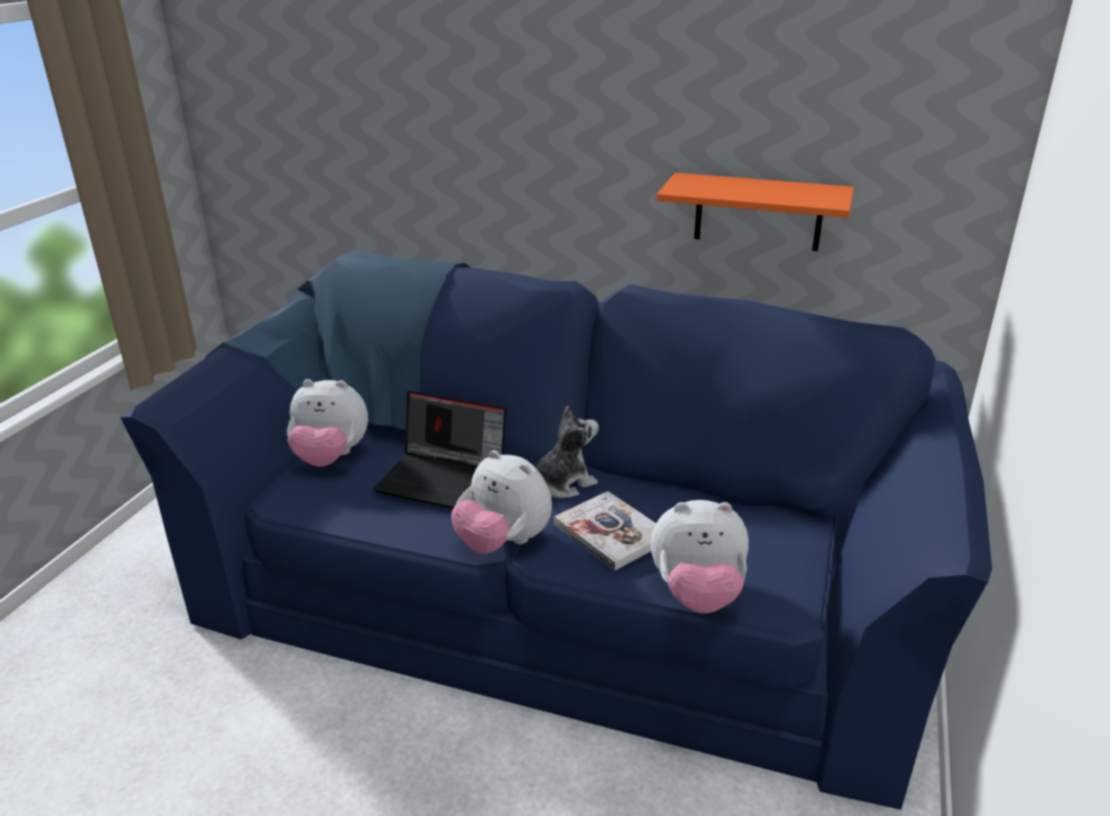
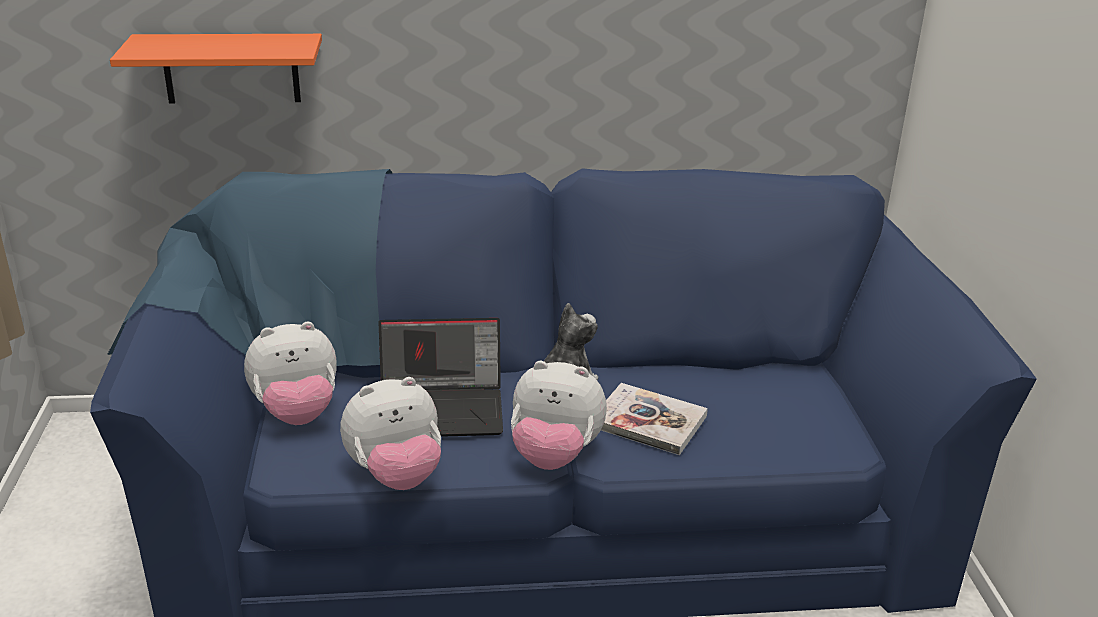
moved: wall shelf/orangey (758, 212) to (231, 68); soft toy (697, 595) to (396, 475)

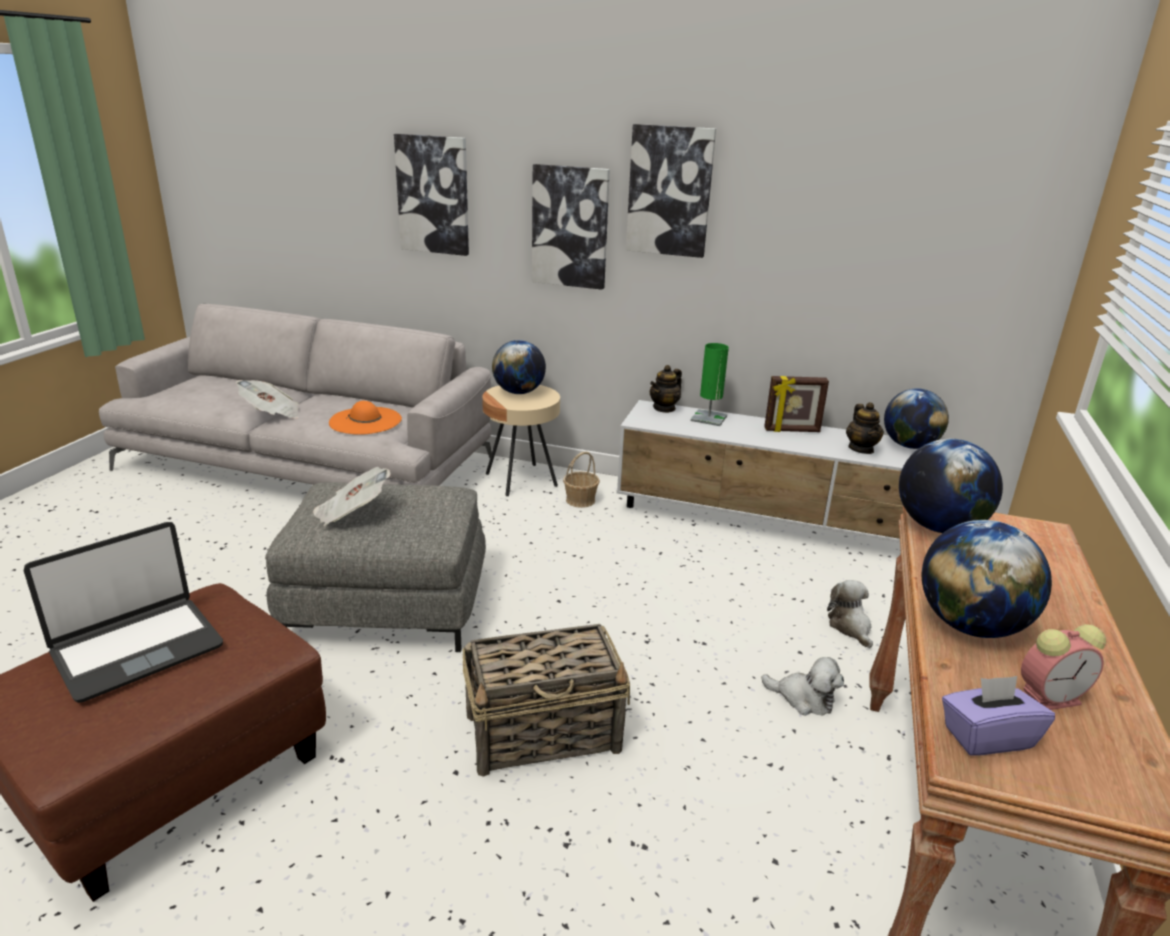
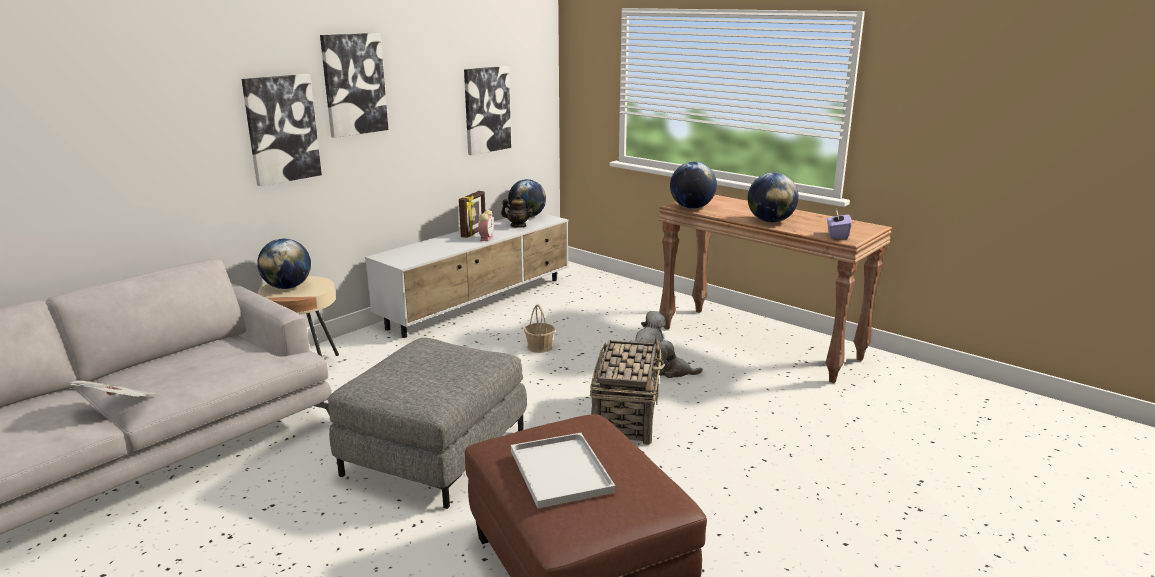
removed: lamp for a table/green (709, 418); teapot (664, 408); clothing hat/orangey (365, 421); daily paper (352, 514)
moved: picture (433, 195) to (486, 110); household basket (580, 500) to (539, 347); soft toy (850, 627) to (673, 372); table clock (1050, 698) to (486, 238)
replaced: notebook computer (137, 648) to tray/white (559, 470)

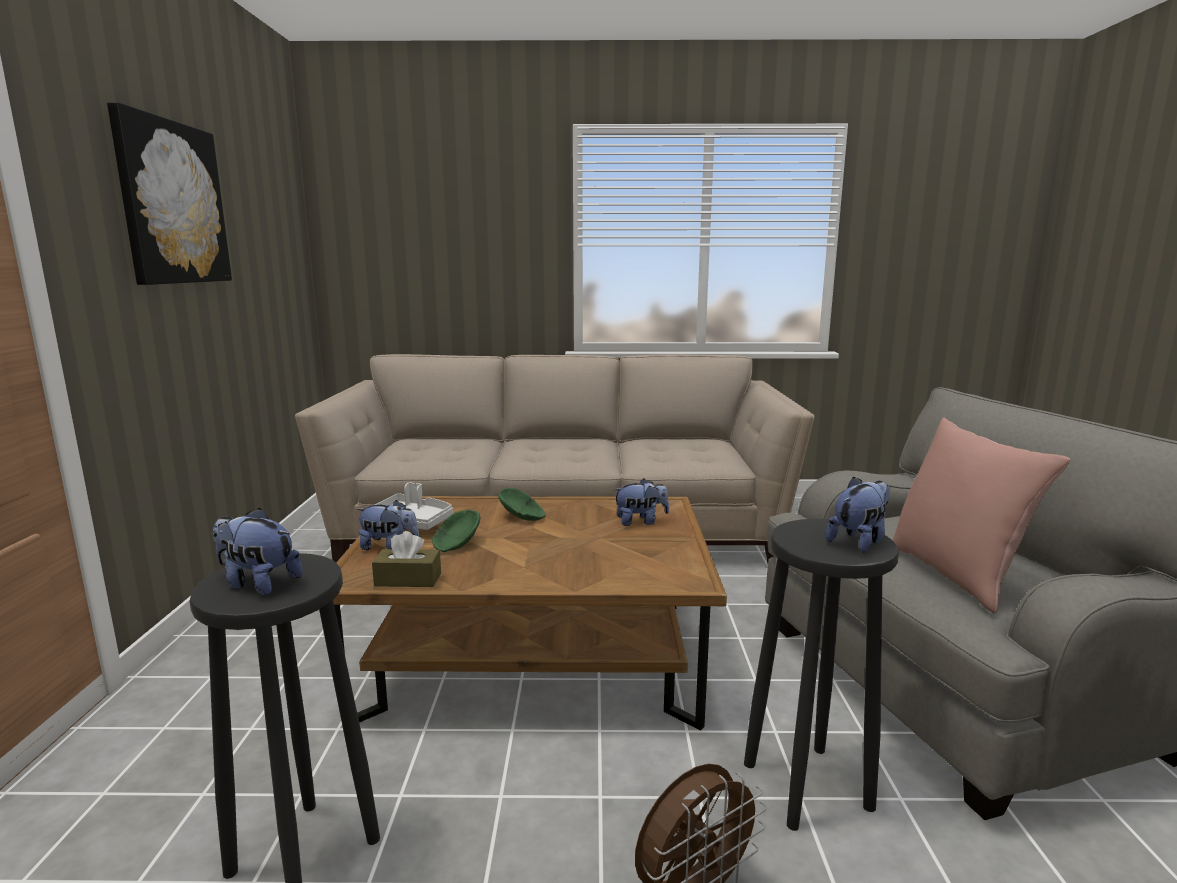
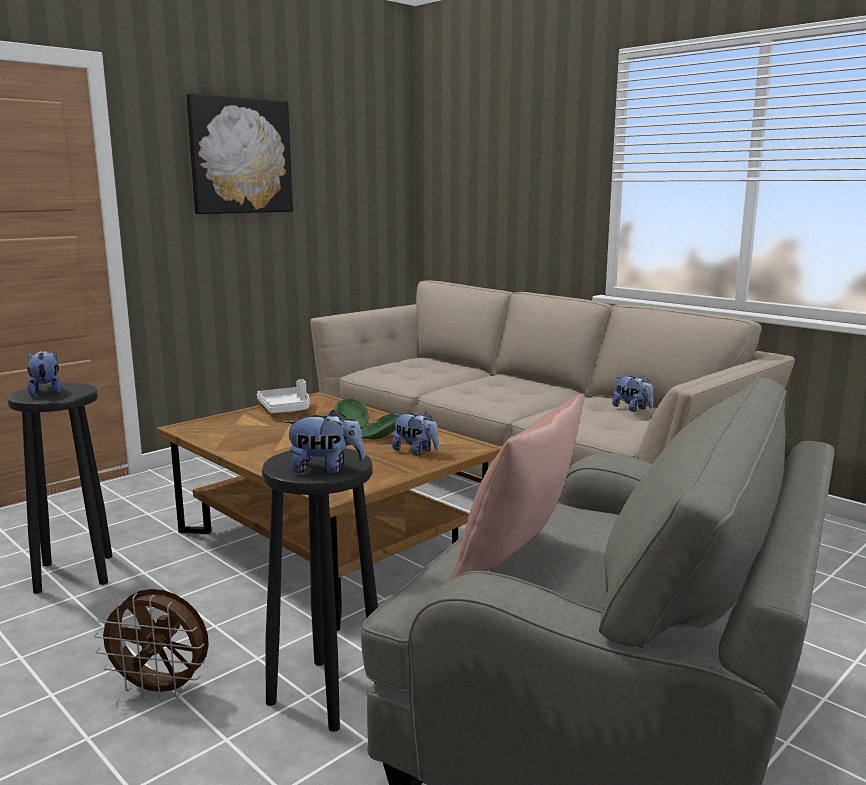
removed: tissue holder/brown-coloured (408, 579)
moved: soft toy (389, 547) to (632, 409); bowl/green (455, 544) to (380, 437)

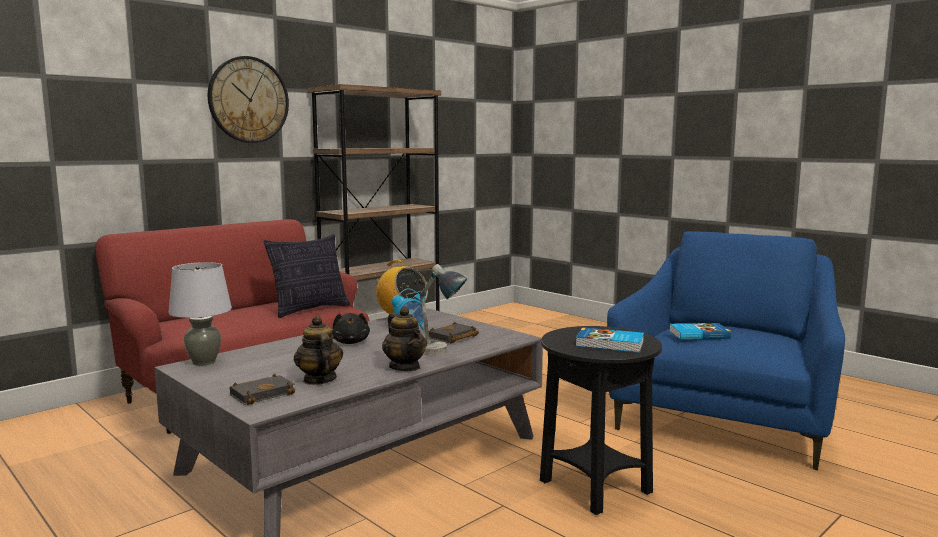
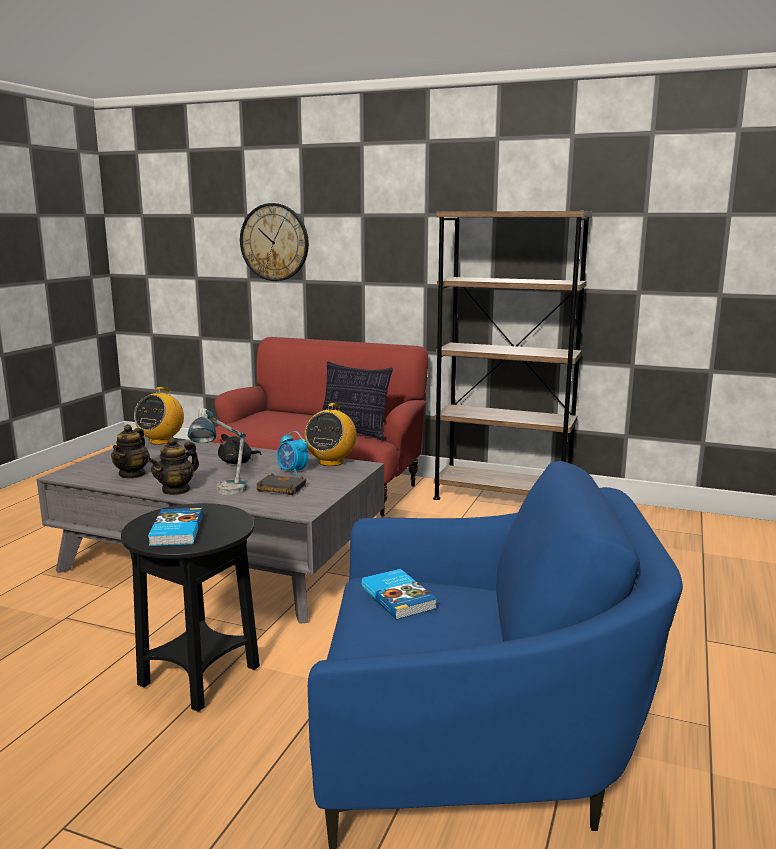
removed: book/black-coloured (263, 394)
moved: wall clock (248, 100) to (274, 242)
replaced: lamp for a table/gray (203, 362) to radio receiver (161, 441)
turned: teapot (319, 380) = (132, 474) 150 degrees clockwise

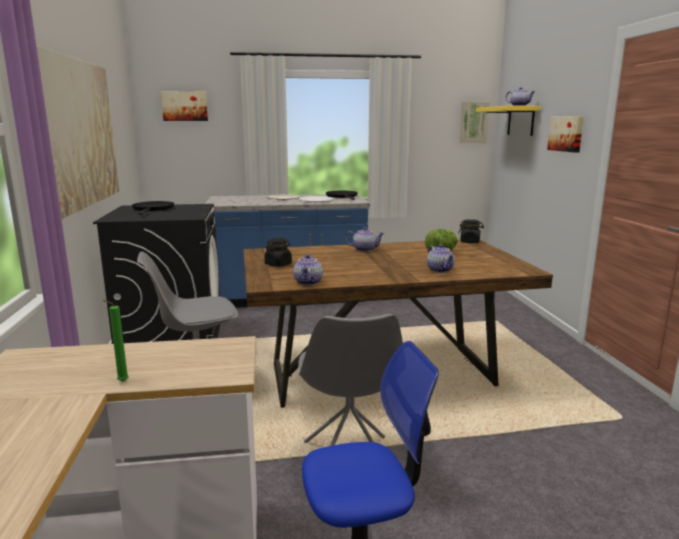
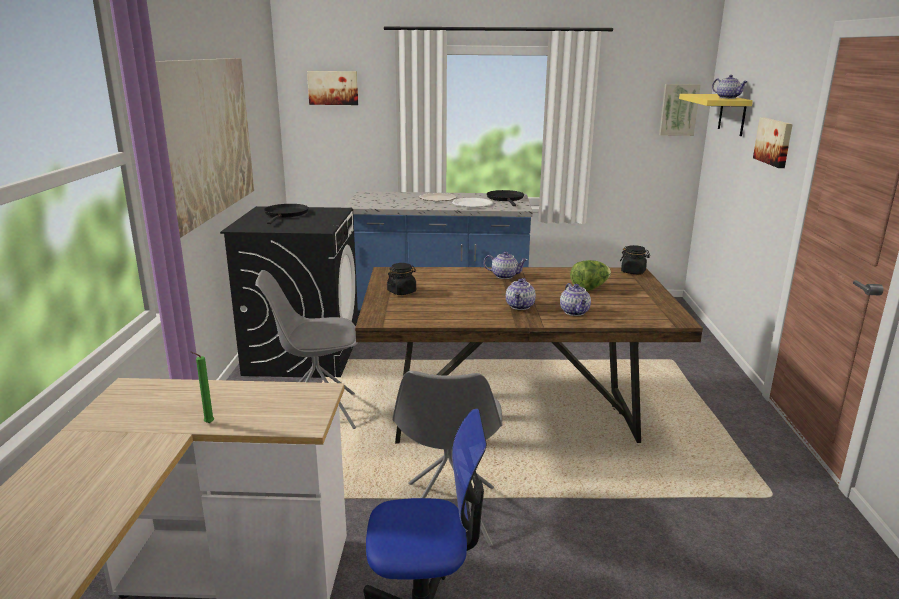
moved: teapot (309, 282) to (520, 306)

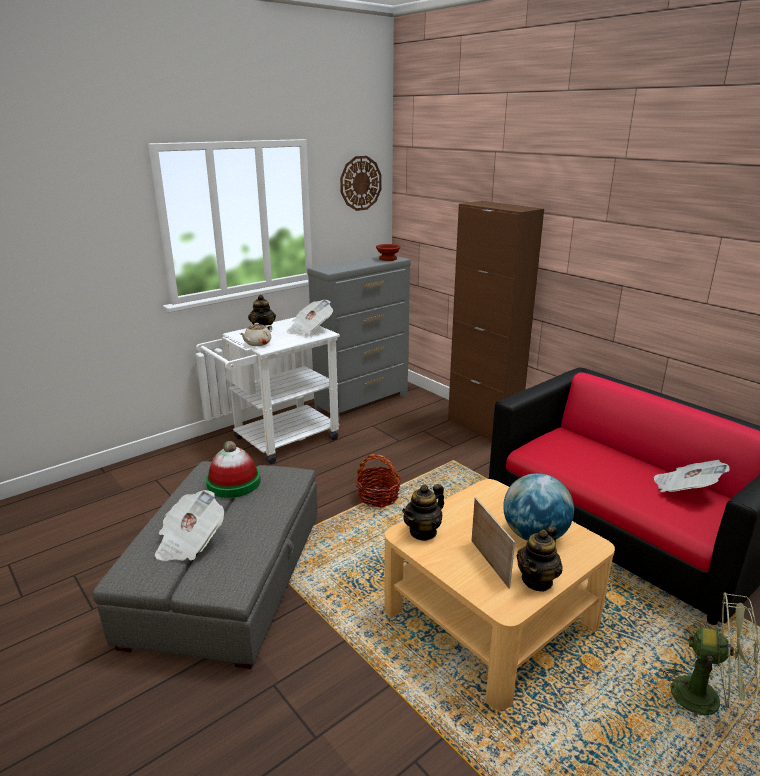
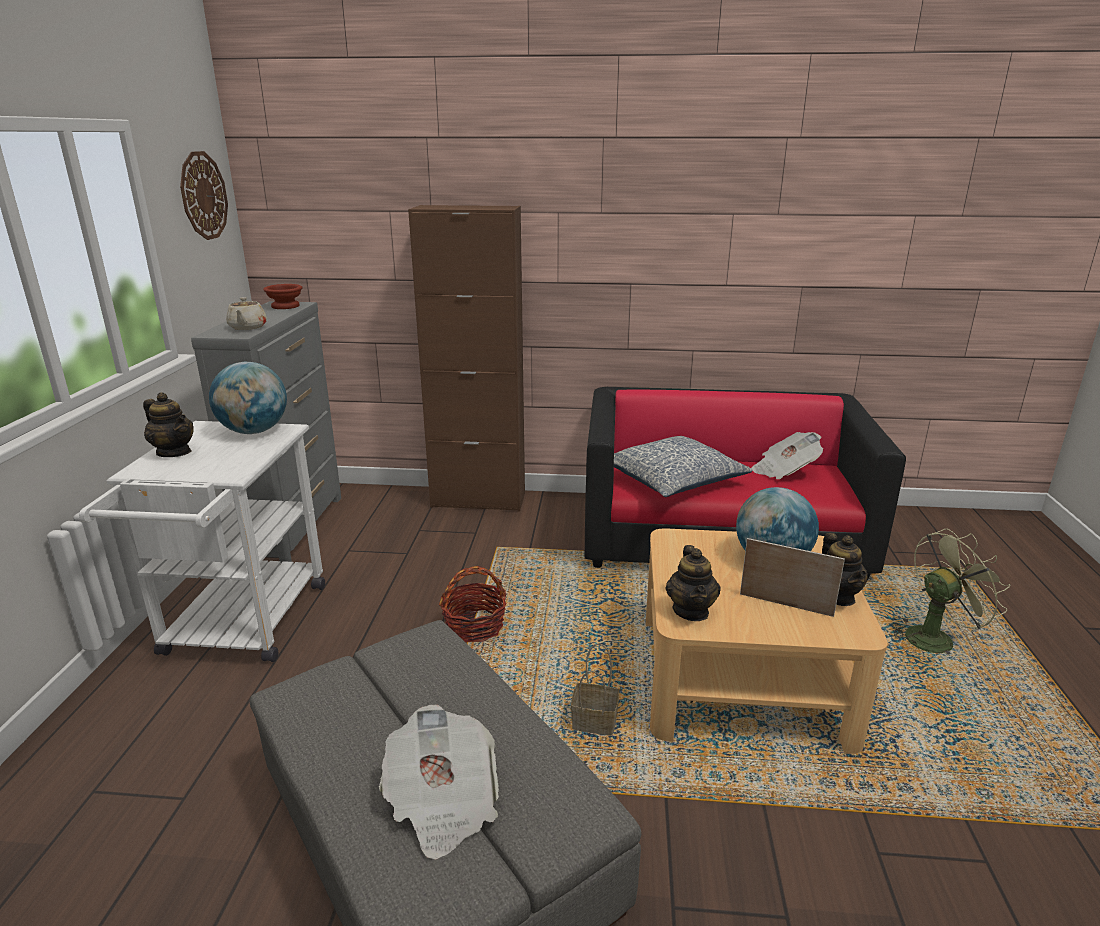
removed: clothing hat (234, 482)
added: pillow (674, 481); household basket (592, 723)
moved: teapot/sand-coloured (257, 343) to (247, 327)
replaced: daily paper (309, 330) to globe (254, 431)

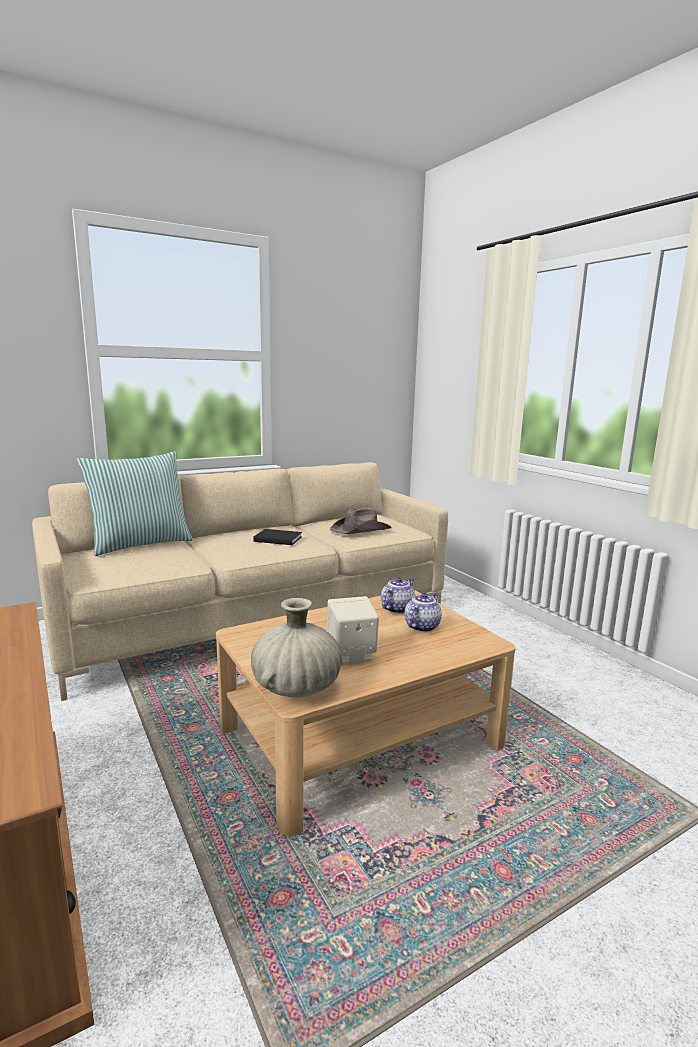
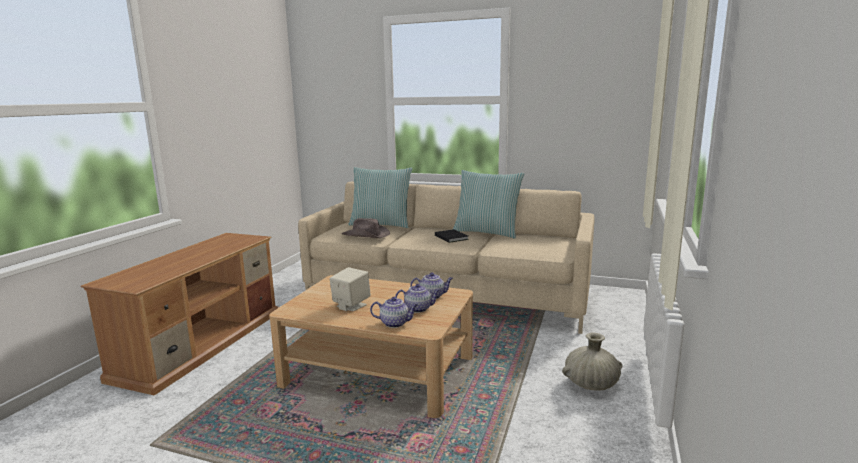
added: pillow (487, 232); teapot (395, 323)
moved: clothing hat/brown-coloured (361, 530) to (366, 235); decorative vase/sand-coloured (296, 688) to (590, 384)

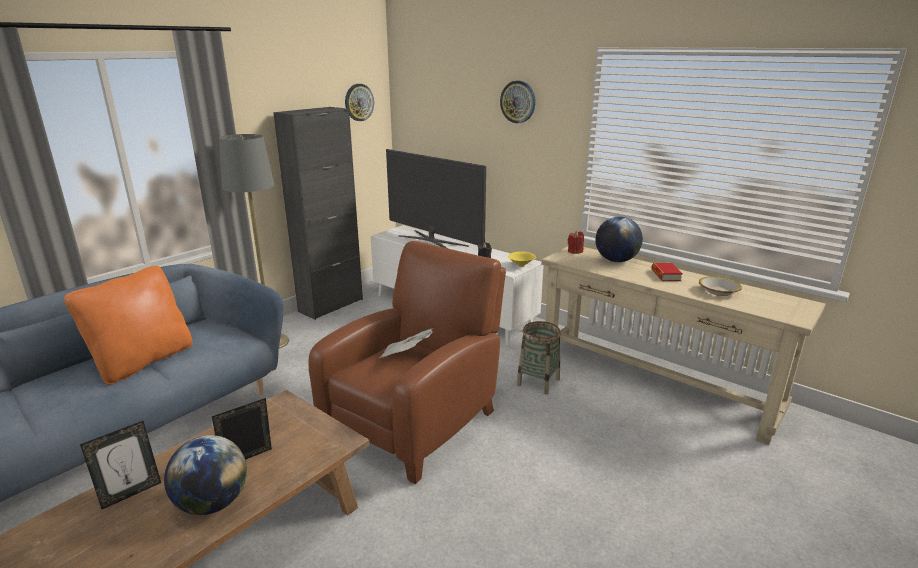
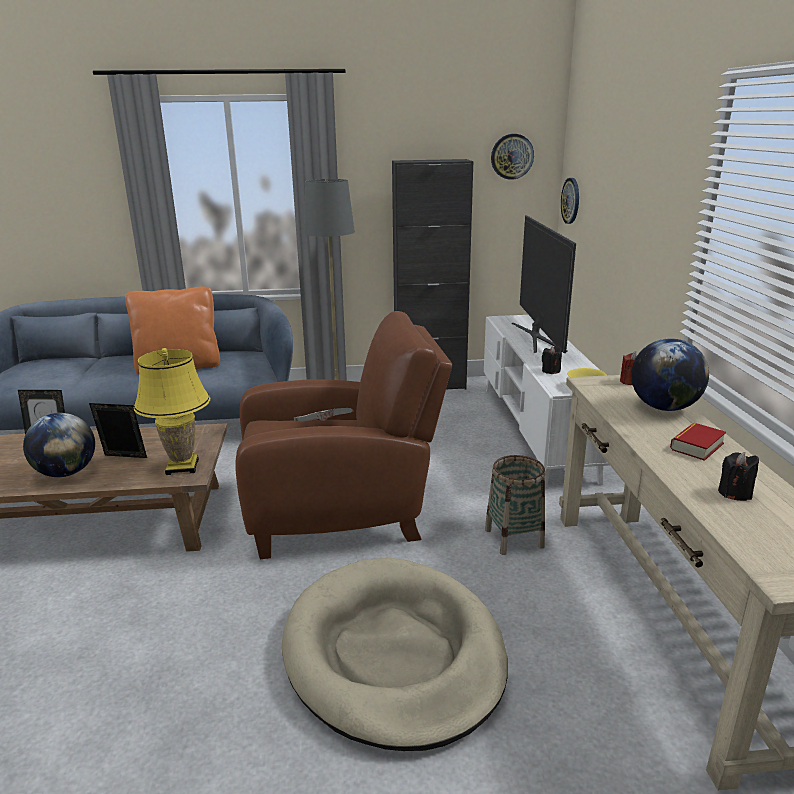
added: lamp for a table/yellow (182, 467); dog cushion/sand-coloured (394, 654)
moved: wall clock (518, 102) to (571, 200)
replaced: bowl (718, 291) to wax candle/black-coloured (734, 493)

